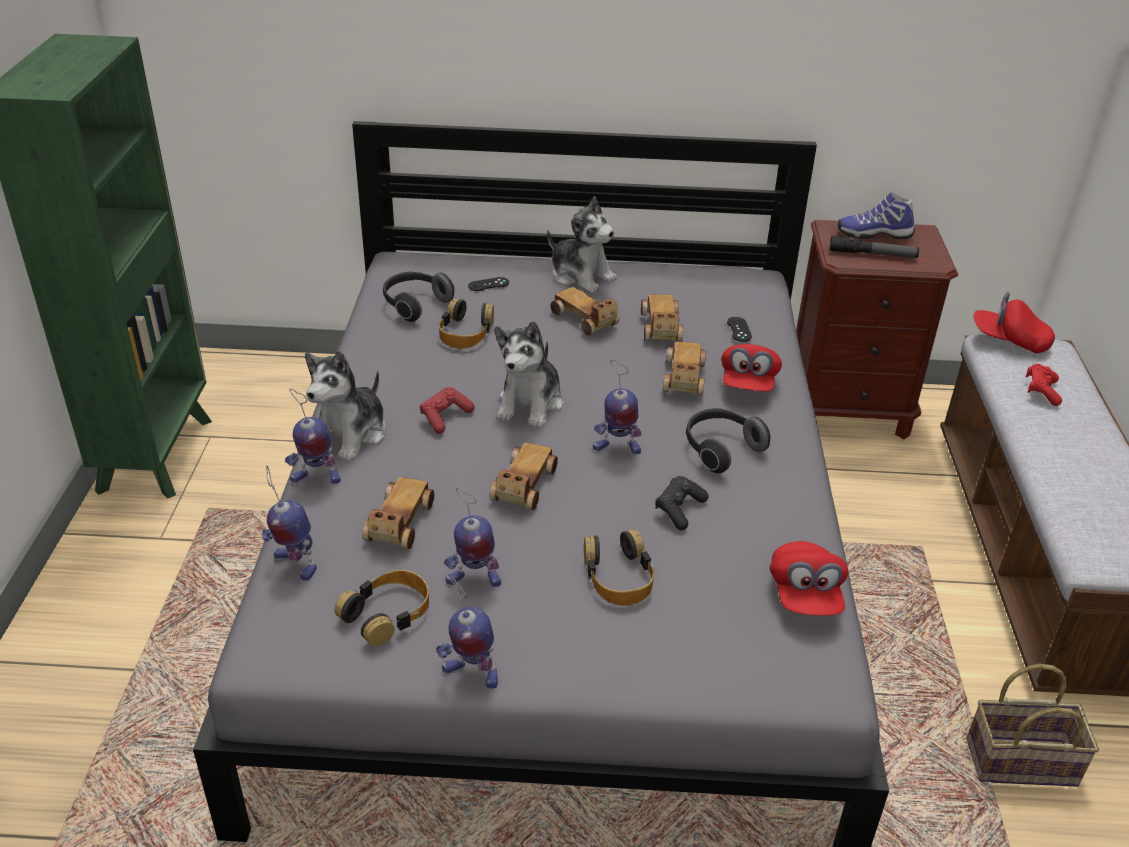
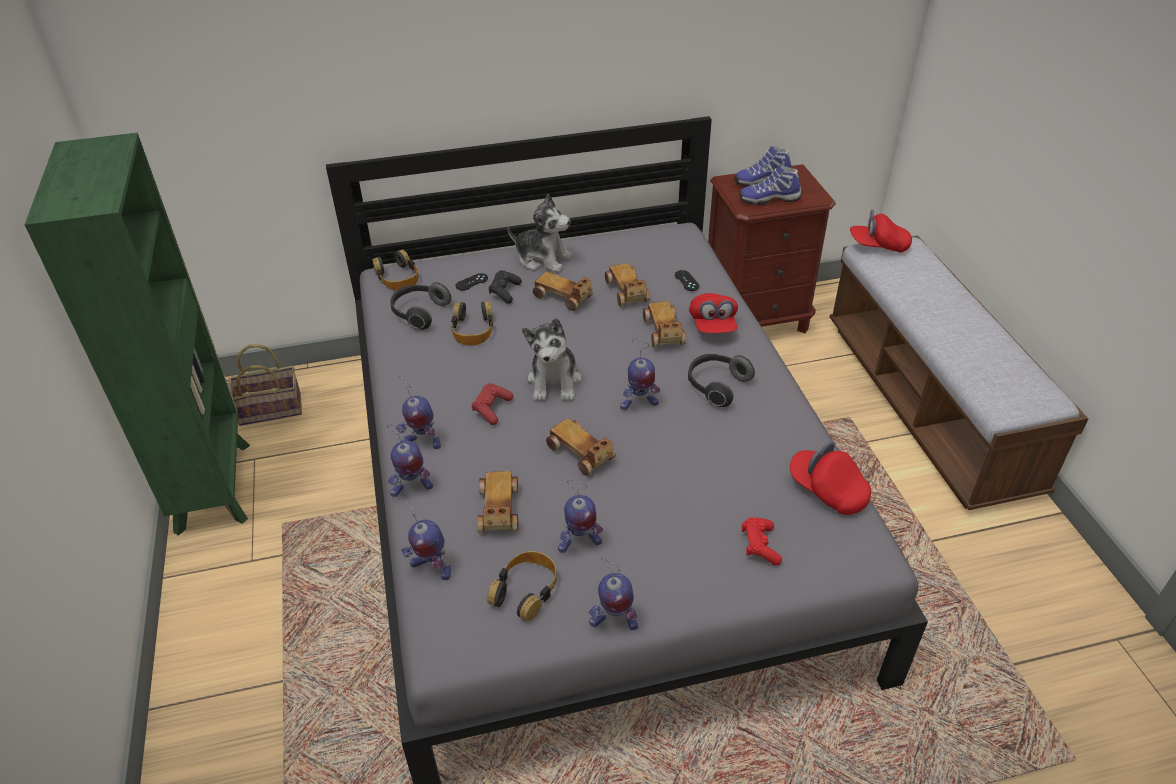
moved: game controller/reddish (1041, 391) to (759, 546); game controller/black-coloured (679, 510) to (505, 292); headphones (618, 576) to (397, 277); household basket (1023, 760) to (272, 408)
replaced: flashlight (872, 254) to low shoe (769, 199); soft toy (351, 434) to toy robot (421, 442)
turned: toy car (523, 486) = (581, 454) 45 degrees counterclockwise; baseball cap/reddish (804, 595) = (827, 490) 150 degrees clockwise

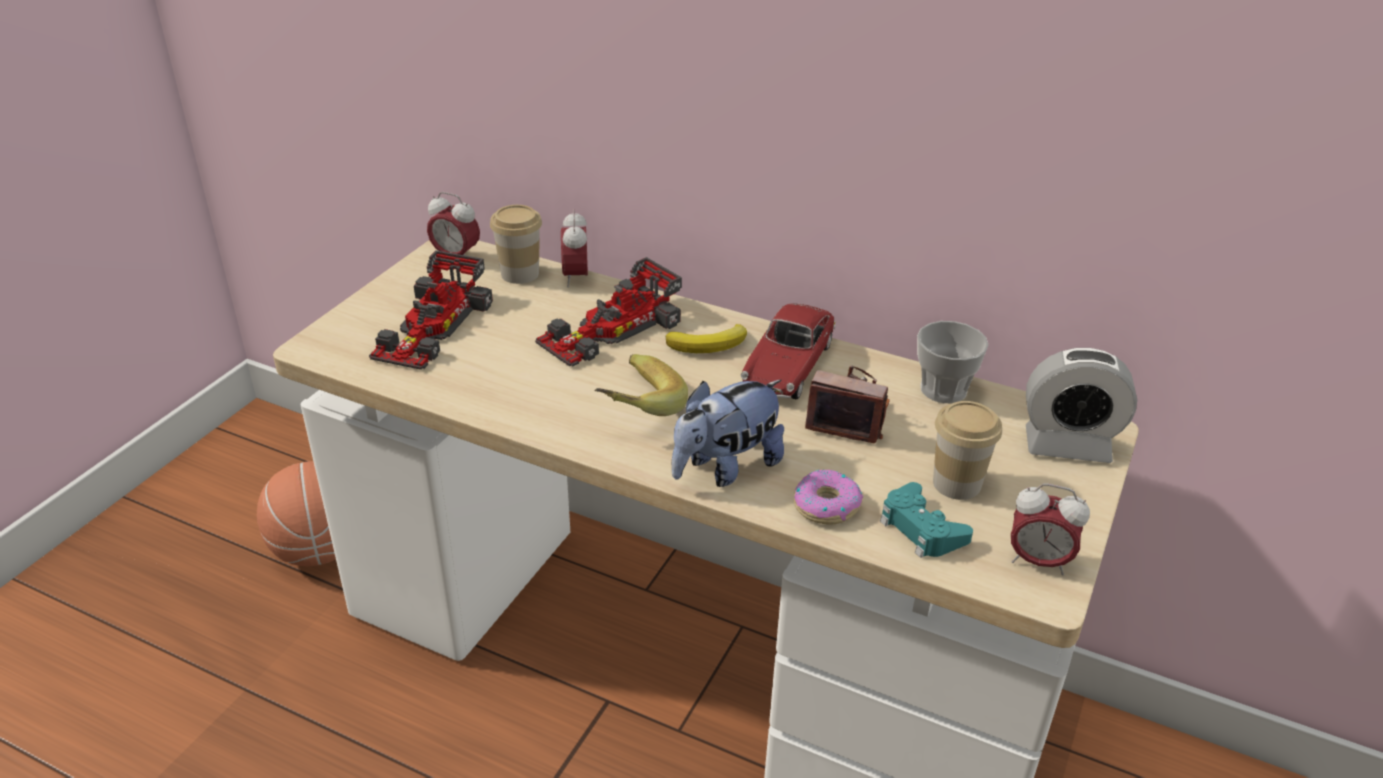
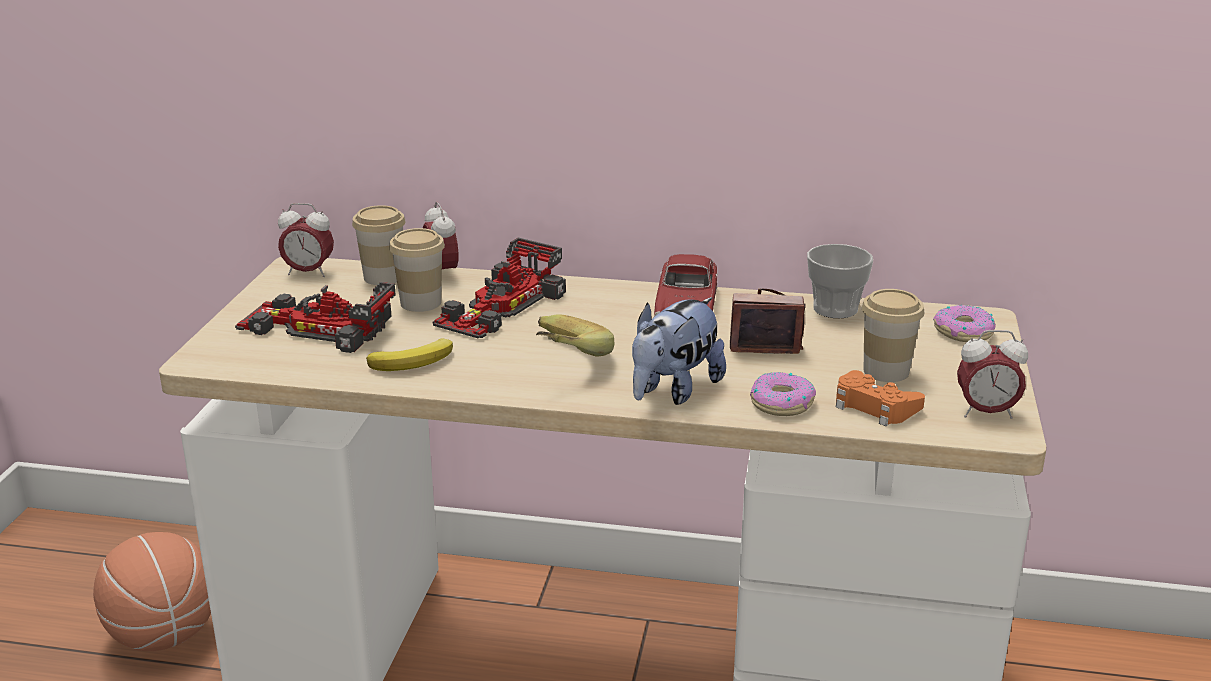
added: cup (420, 303)
moved: banana (710, 344) to (415, 361)
replaced: table clock (1067, 446) to doughnut (963, 332)
recoloured: game controller/turquoise (921, 529) to game controller/orangey (874, 407)
turned: toy car (432, 326) = (318, 328) 105 degrees clockwise

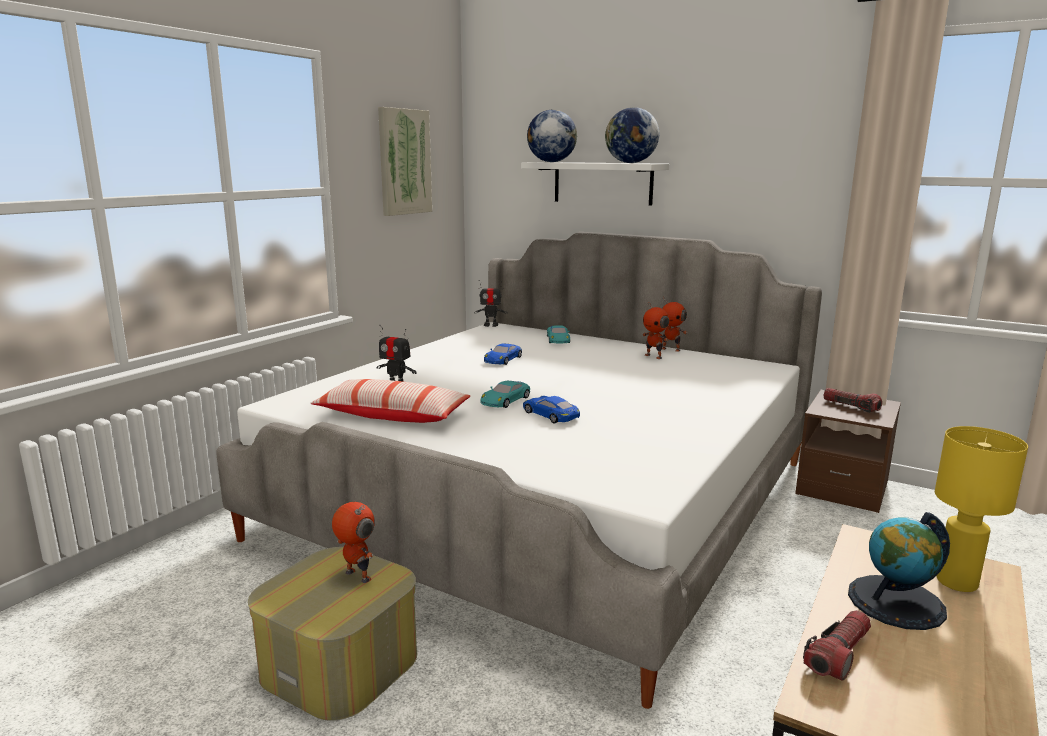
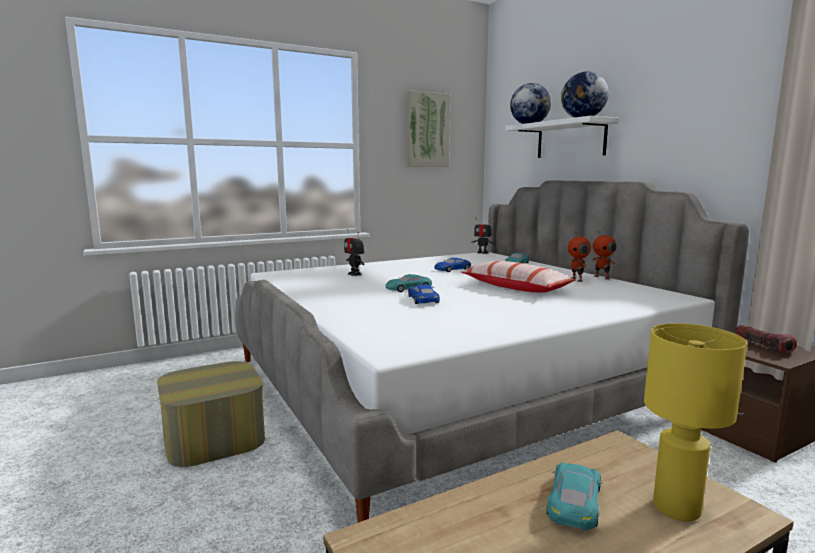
removed: toy robot (356, 576); flashlight (838, 655)
moved: pillow (393, 415) to (515, 287)
replaced: globe (896, 602) to toy car/turquoise (574, 501)

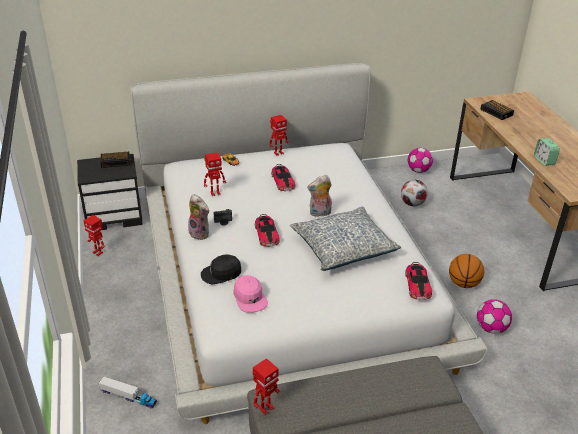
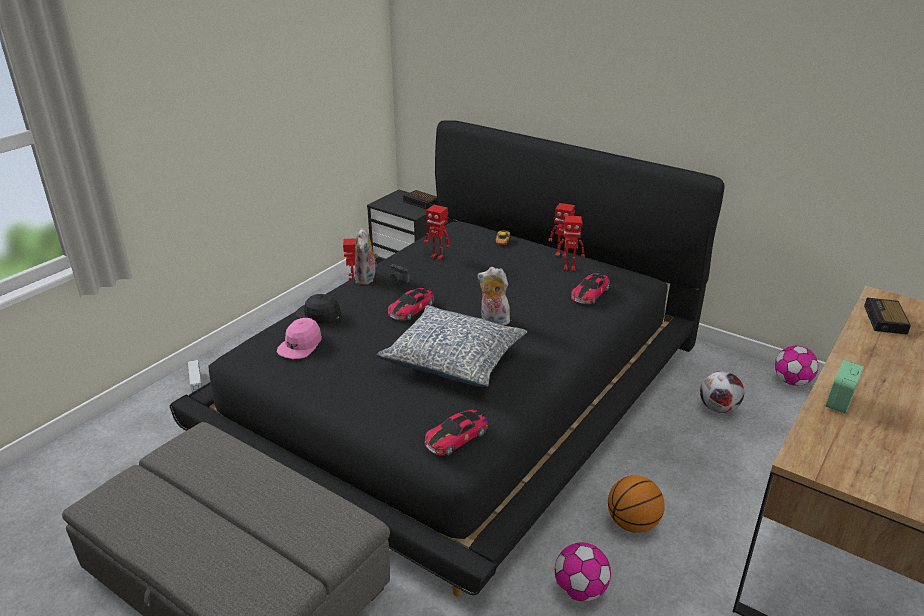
moved: toy car (283, 181) to (590, 293); toy robot (266, 408) to (569, 268)
recoloured: bedroom bed/white (287, 274) to bedroom bed/black-coloured (462, 387)

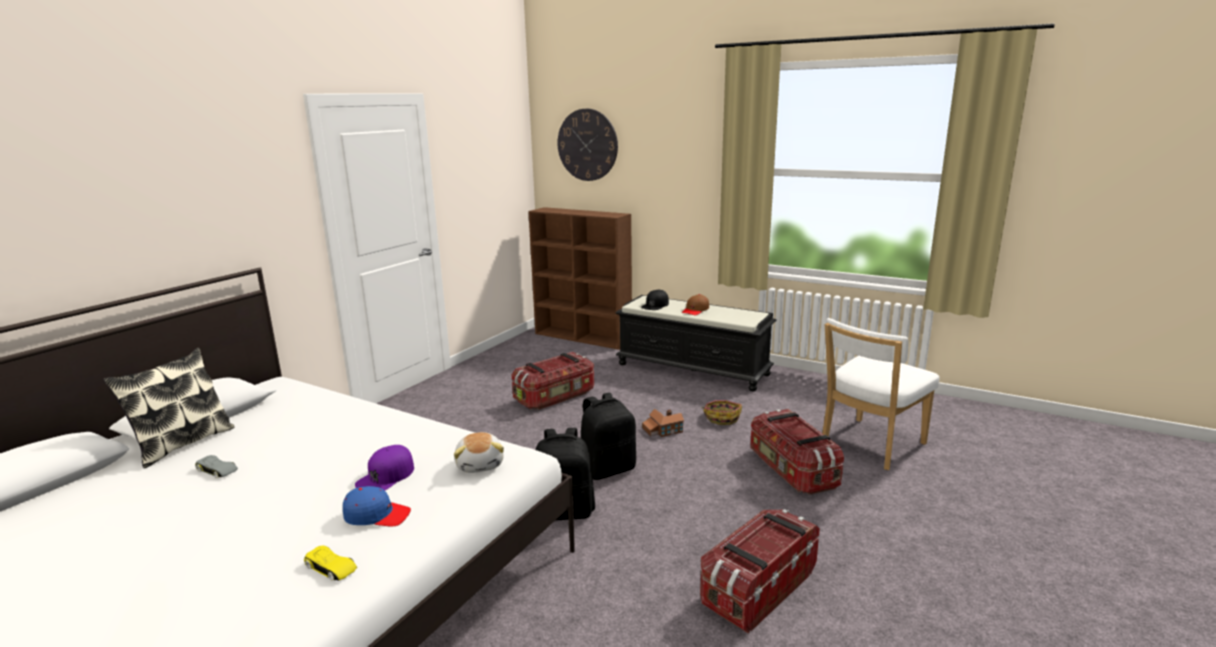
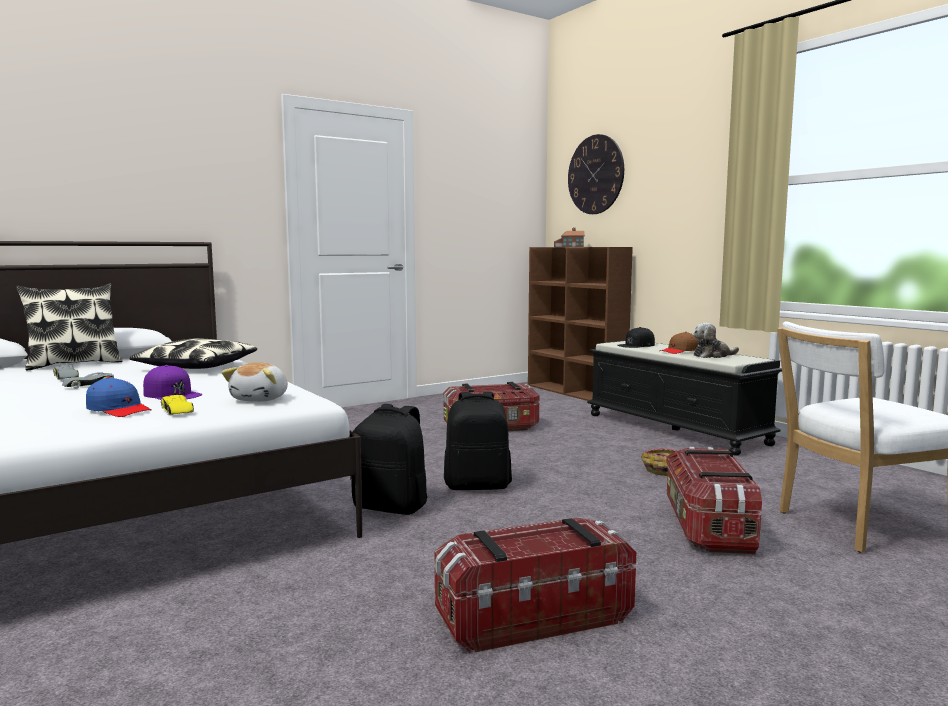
added: soft toy (712, 356); pillow (196, 366); toy car/gray (88, 385)
moved: toy house (662, 430) to (568, 246); toy car/yellow (331, 568) to (177, 410)
turned: baseball cap/purplish (386, 476) = (172, 394) 105 degrees counterclockwise

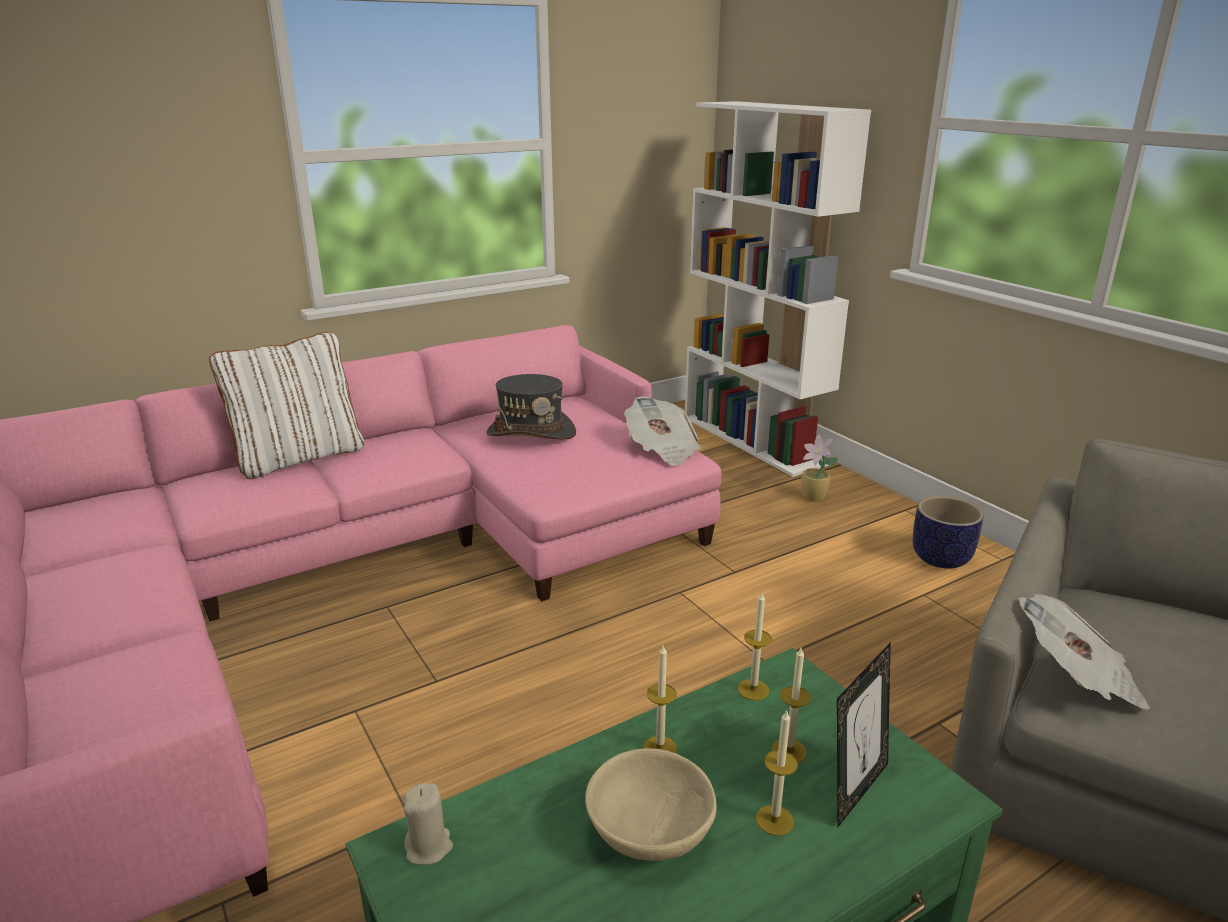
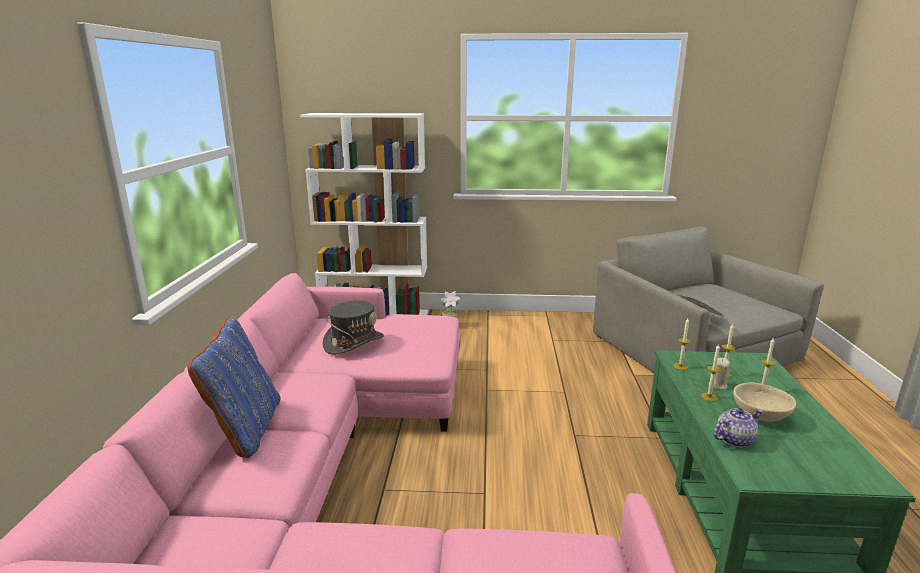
removed: daily paper (662, 450); flower pot (942, 558); standing frame (855, 789)
added: teapot (734, 439)
moved: wax candle/sand-coloured (429, 847) to (717, 385)
recoloured: pillow/white (299, 457) to pillow/bluish (245, 429)

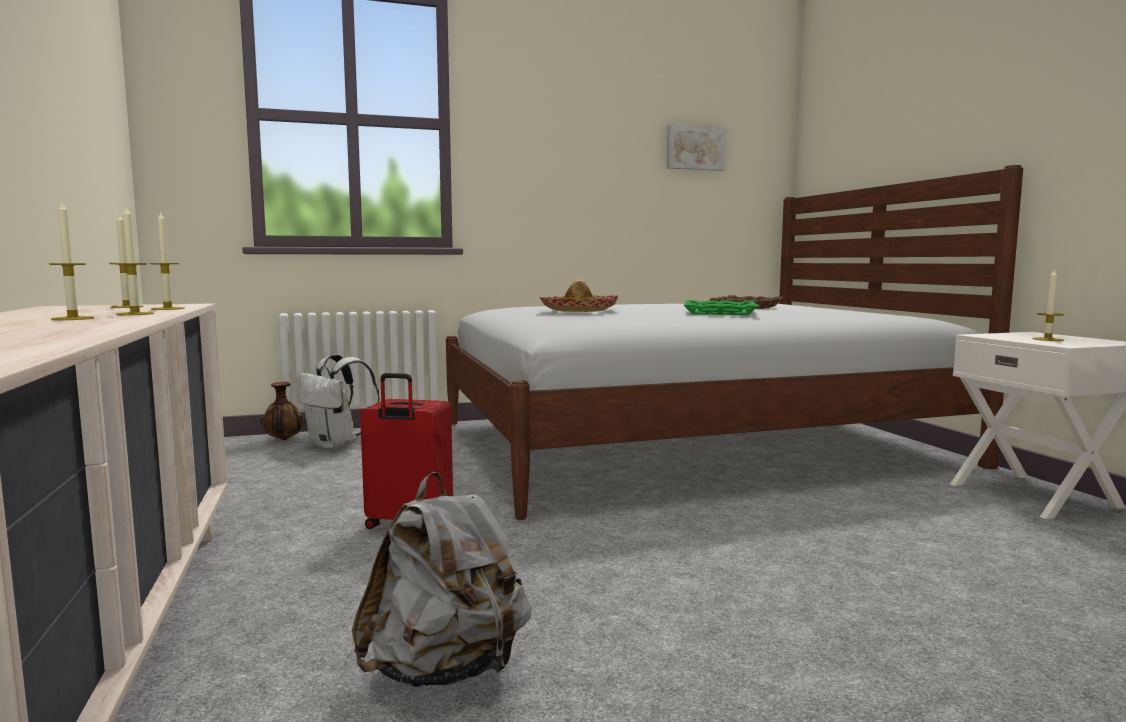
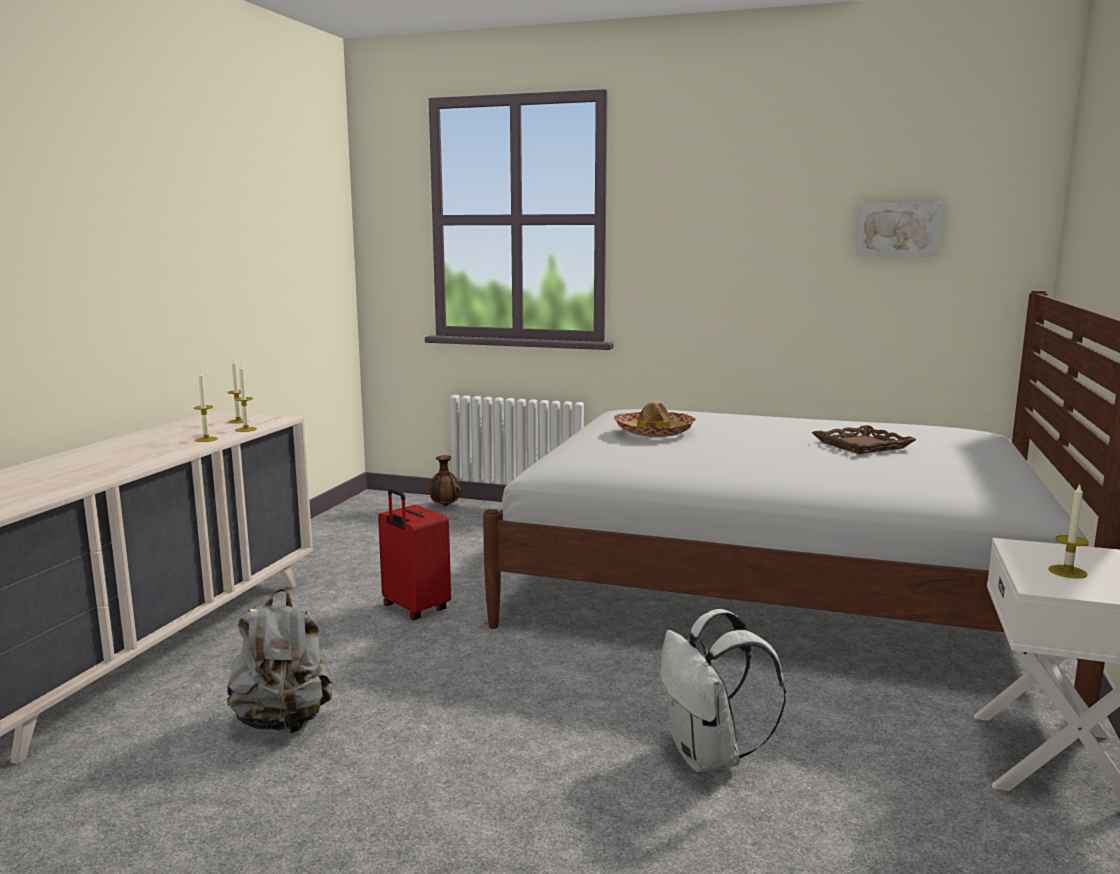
removed: wax candle (73, 318); tray/green (720, 312)
moved: knapsack/white (336, 445) to (709, 757)

